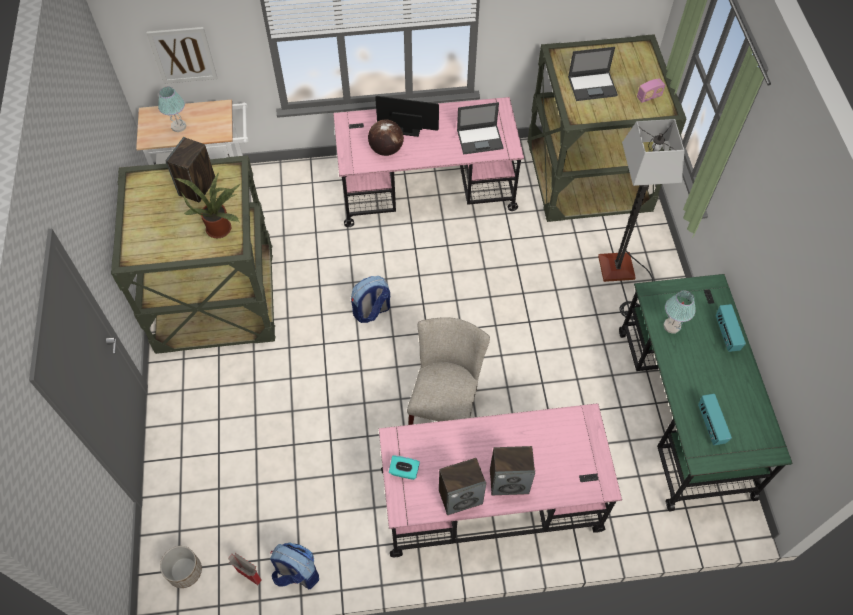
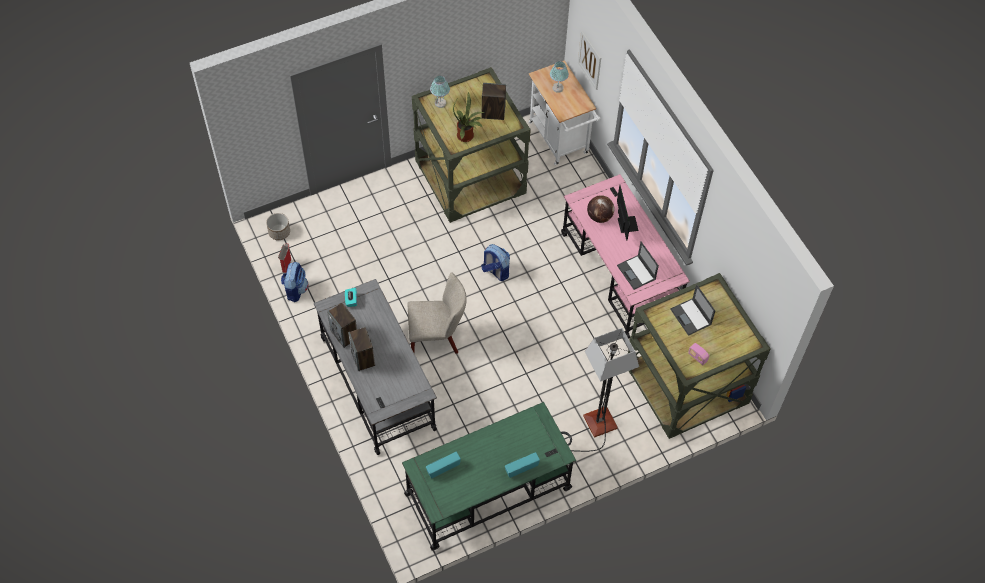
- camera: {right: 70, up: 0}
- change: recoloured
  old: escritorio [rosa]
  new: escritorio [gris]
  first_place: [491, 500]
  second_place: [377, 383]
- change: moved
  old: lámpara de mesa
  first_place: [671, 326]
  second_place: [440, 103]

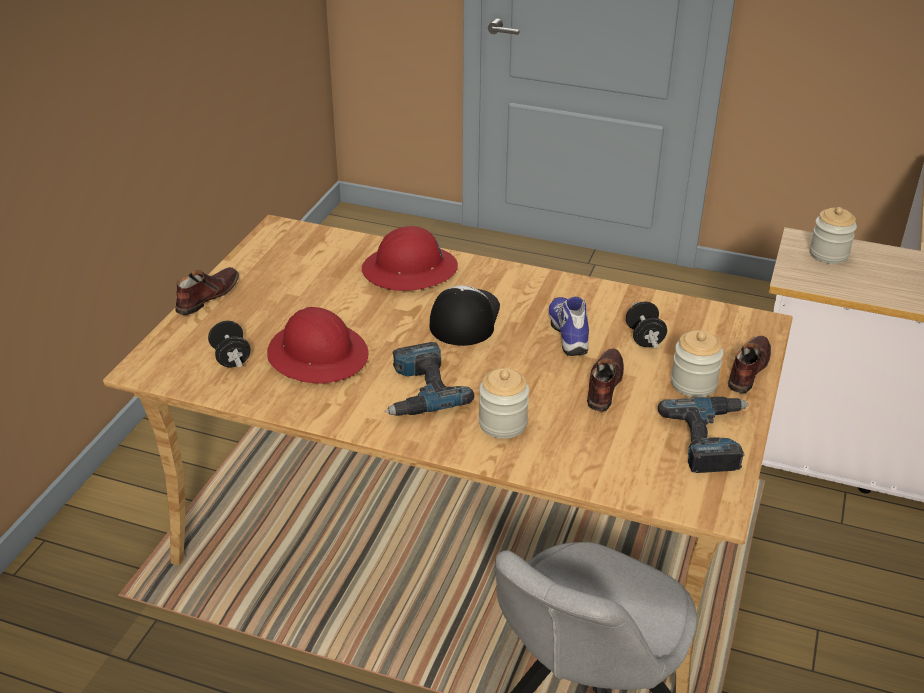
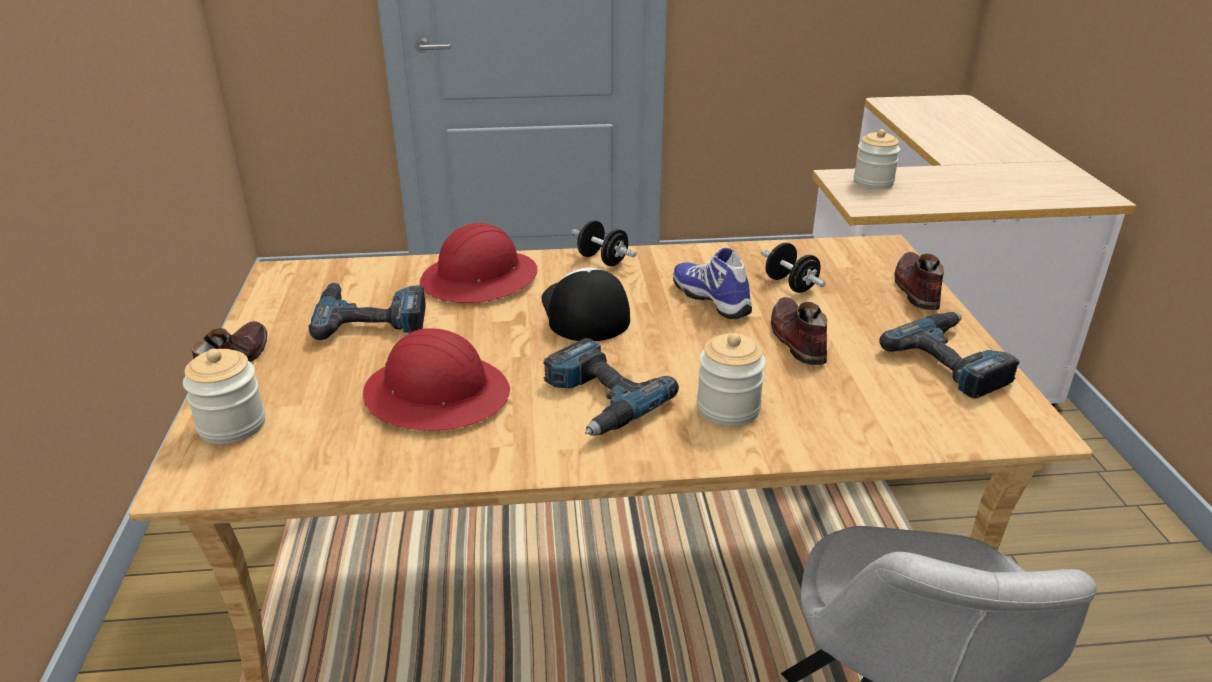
- camera: {right: -25, up: -5}
- change: moved
  old: mancuerna [negro]
  first_place: [231, 358]
  second_place: [602, 260]
- change: moved
  old: tarro
  first_place: [693, 384]
  second_place: [232, 425]
- change: added
  new: taladro
  second_place: [371, 317]

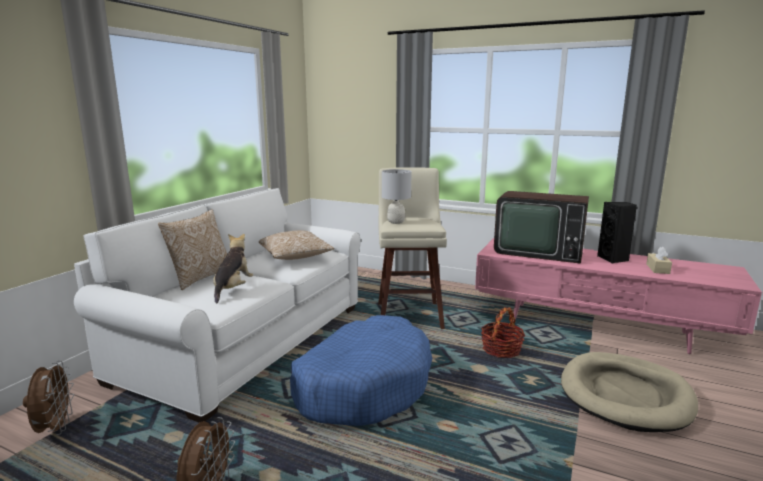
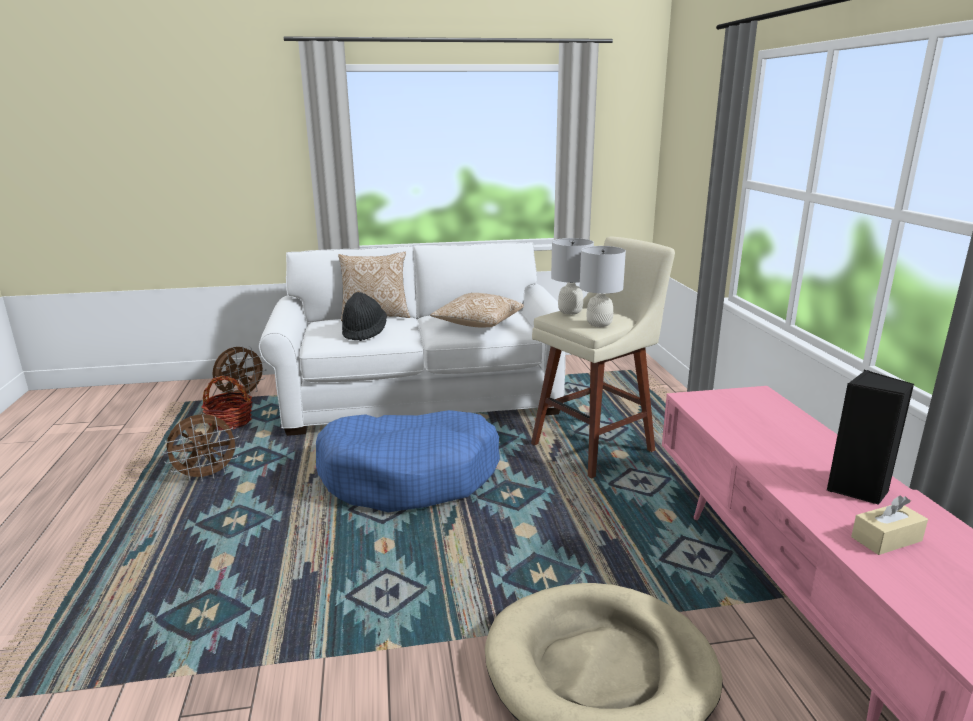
- camera: {right: 55, up: 5}
- change: replaced
  old: peluche
  new: sombrero [negro]
  first_place: [233, 289]
  second_place: [364, 332]
- change: moved
  old: cesta
  first_place: [501, 349]
  second_place: [230, 422]
- change: removed
  old: televisor
  first_place: [537, 251]
- change: added
  new: lámpara de mesa [gris]
  second_place: [599, 325]

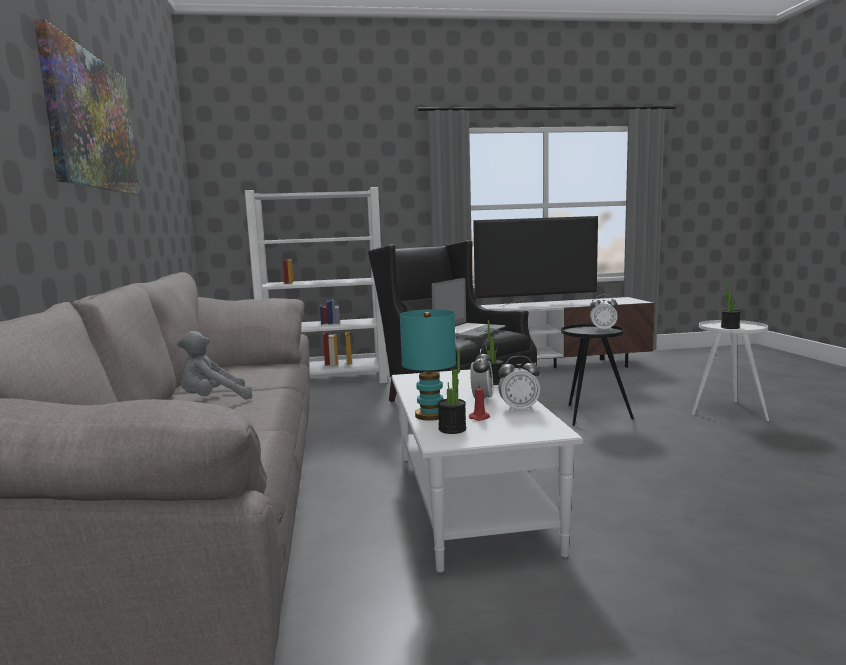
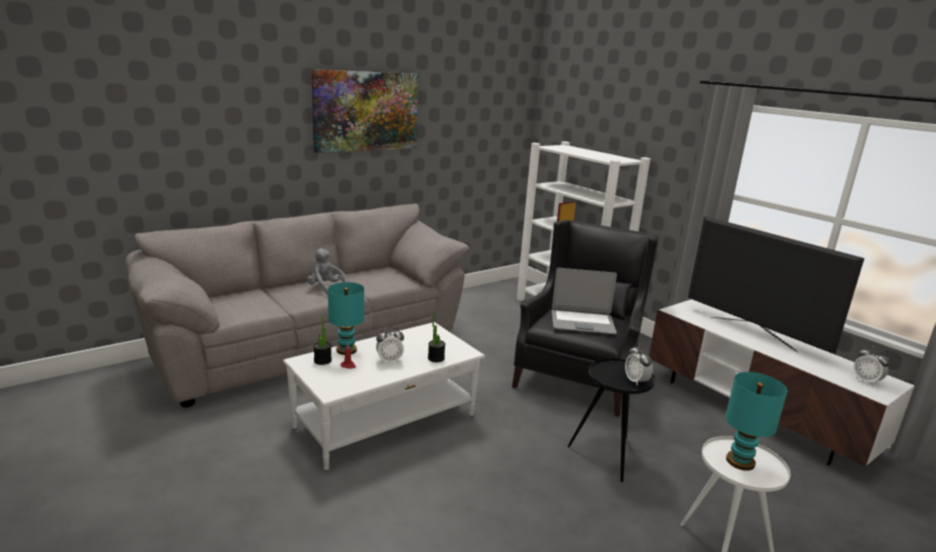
- camera: {right: 60, up: 10}
- change: moved
  old: despertador
  first_place: [519, 409]
  second_place: [866, 381]
- change: replaced
  old: planta en maceta
  new: lámpara de mesa [turquesa]
  first_place: [730, 327]
  second_place: [739, 461]

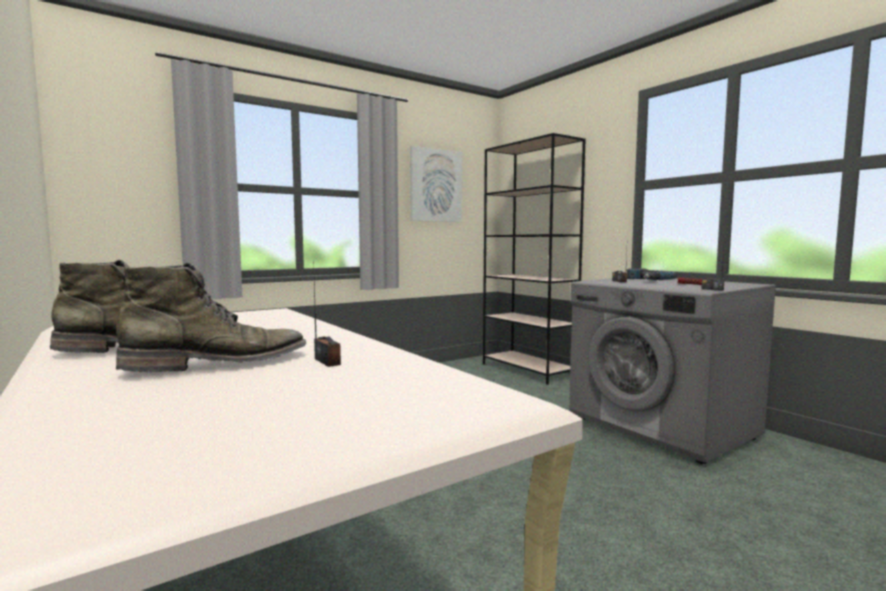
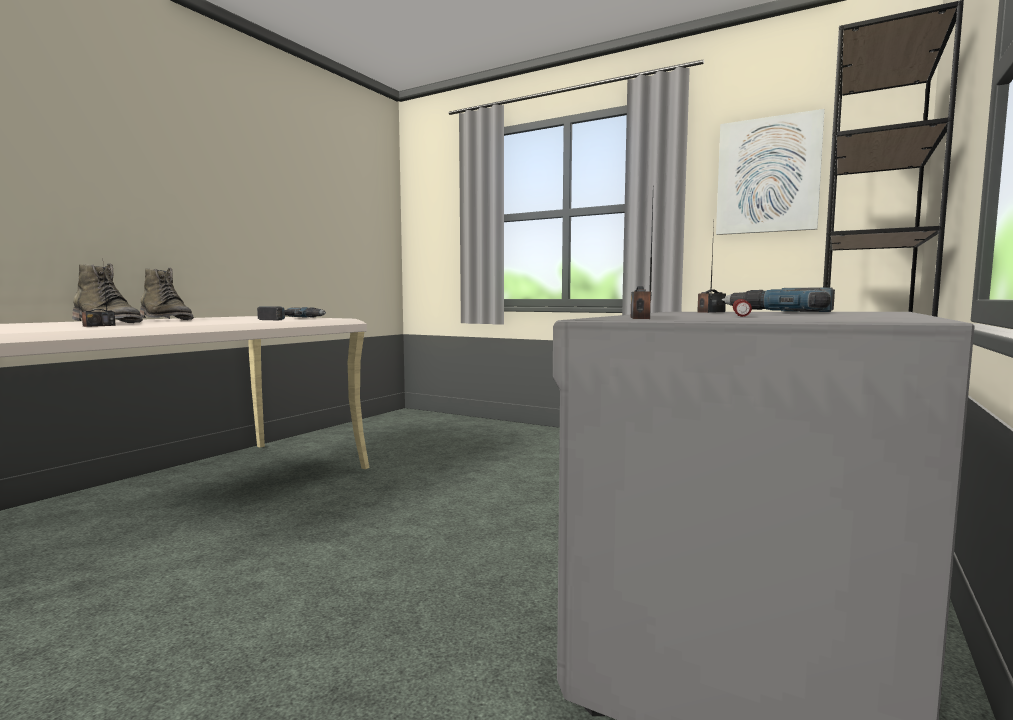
- camera: {right: 65, up: 0}
- change: added
  new: taladro
  second_place: [291, 319]

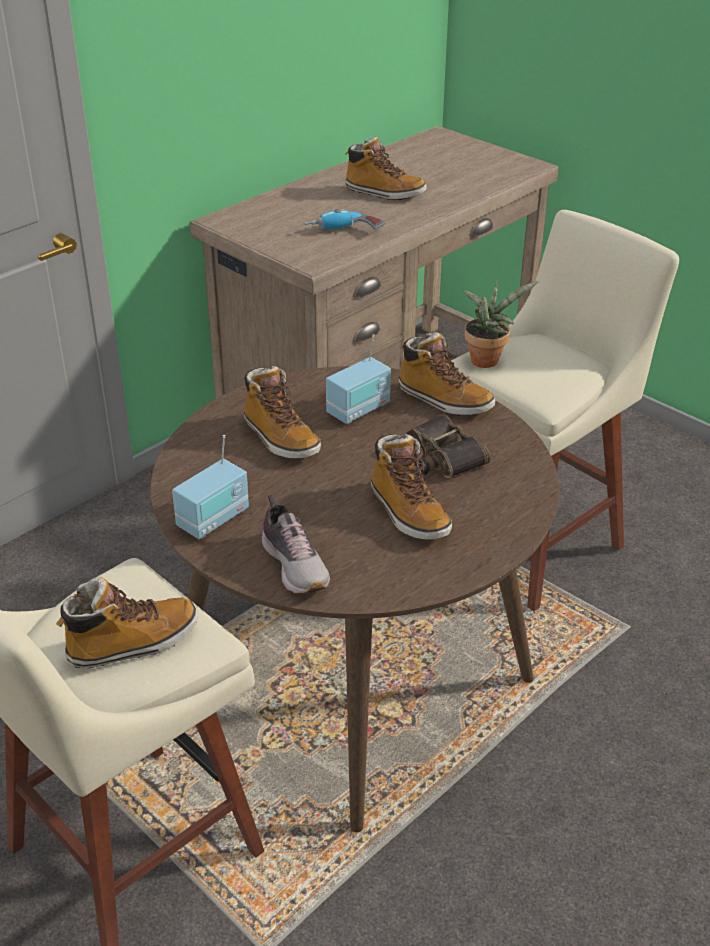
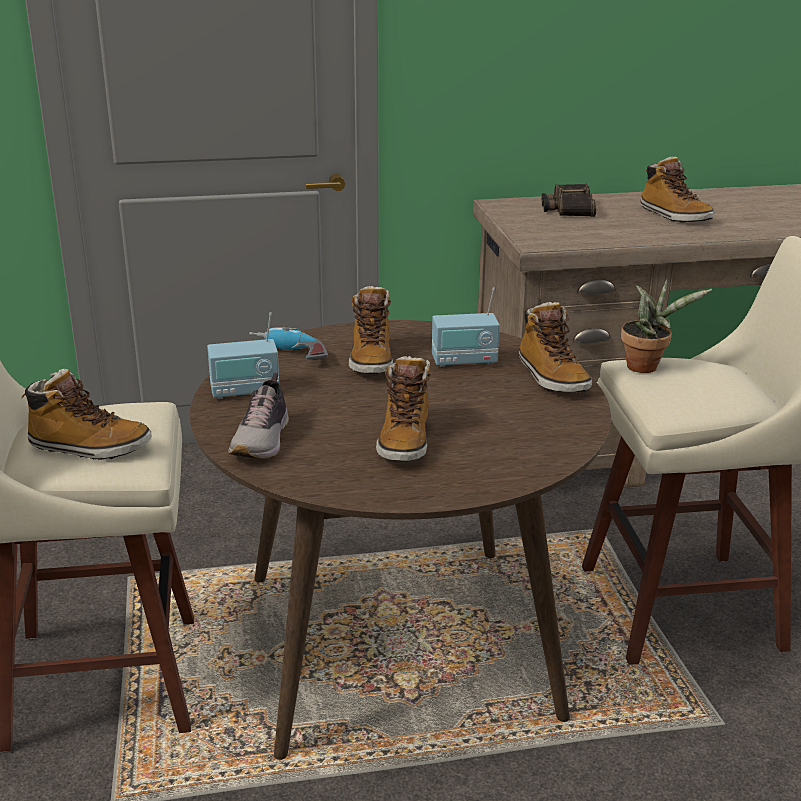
- camera: {right: 35, up: -10}
- change: moved
  old: taladro
  first_place: [344, 232]
  second_place: [289, 355]
- change: moved
  old: prismáticos
  first_place: [439, 457]
  second_place: [568, 209]

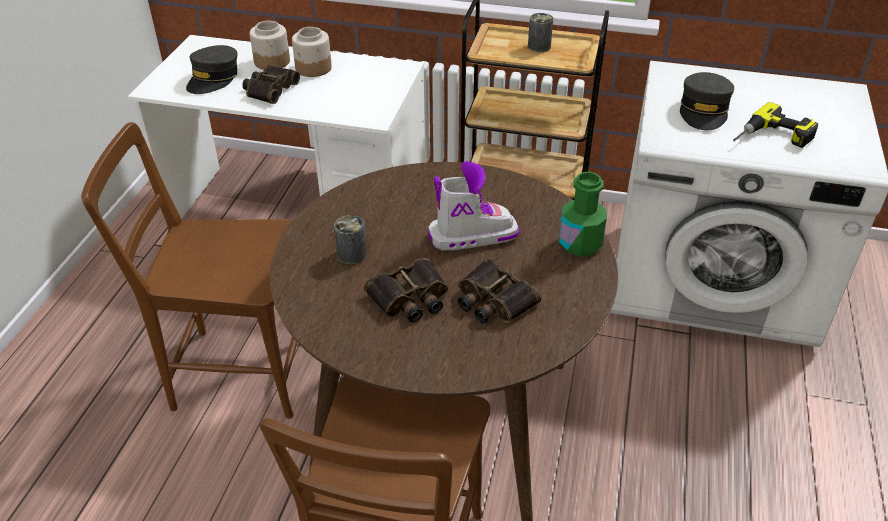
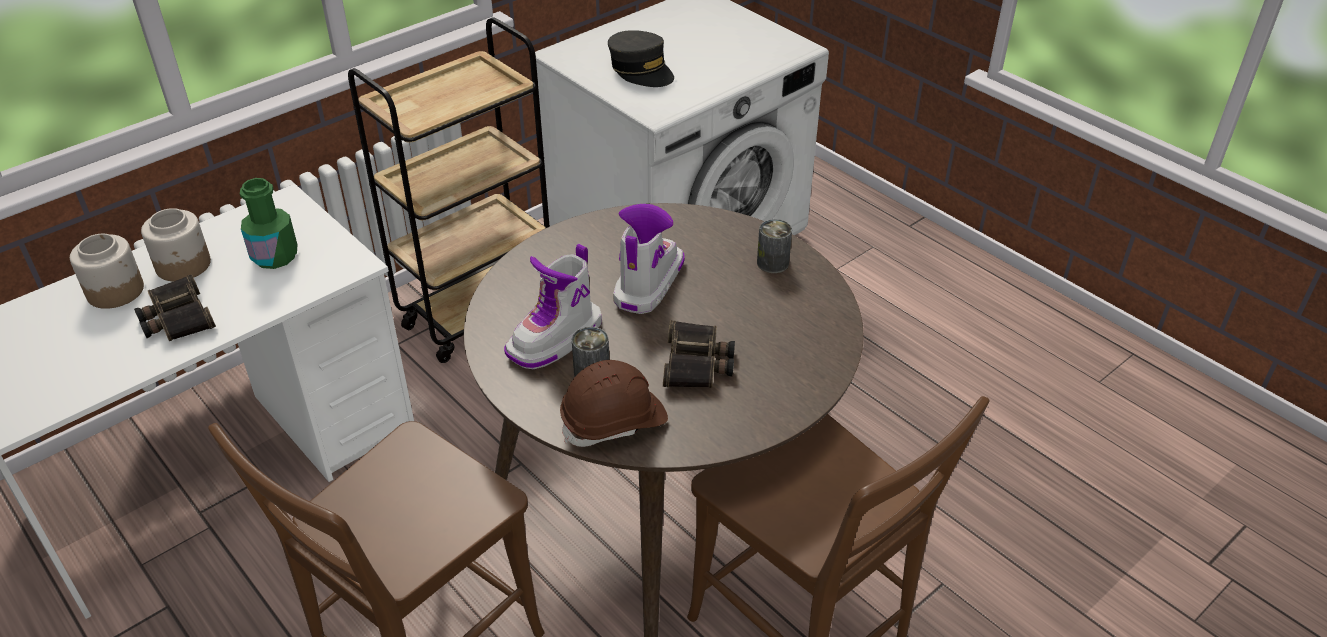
- camera: {right: -55, up: 0}
- change: removed
  old: gorra [gris]
  first_place: [213, 79]
- change: removed
  old: prismáticos
  first_place: [492, 300]
- change: moved
  old: lata
  first_place: [539, 47]
  second_place: [772, 263]
- change: moved
  old: botella [verde]
  first_place: [580, 244]
  second_place: [275, 256]
- change: removed
  old: taladro
  first_place: [772, 138]
- change: added
  new: bota
  second_place: [556, 339]
- change: added
  new: casco [marrón]
  second_place: [614, 422]

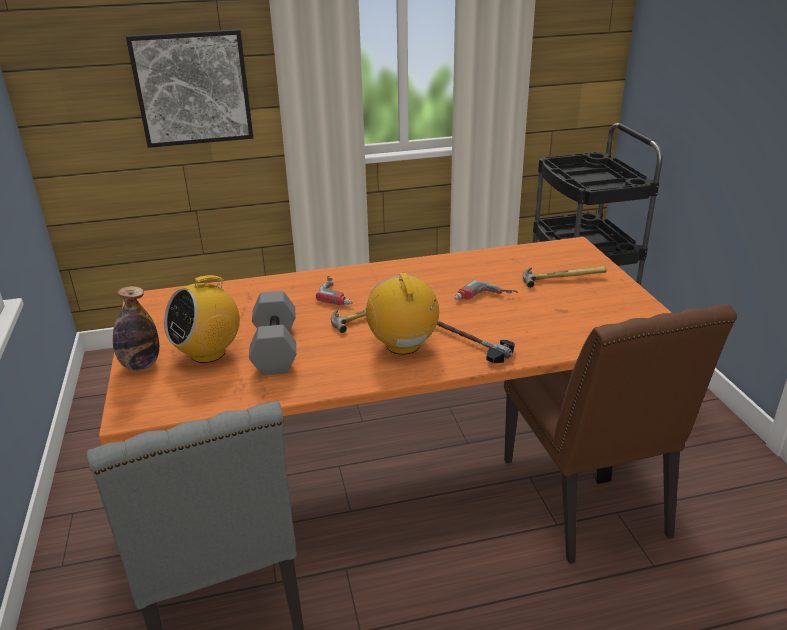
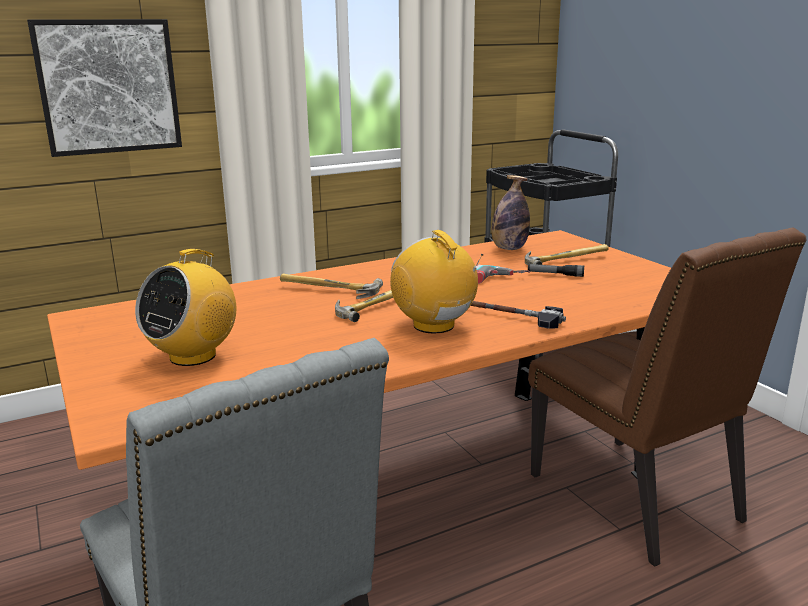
- camera: {right: -15, up: -10}
- change: moved
  old: botella
  first_place: [140, 365]
  second_place: [509, 248]
- change: removed
  old: mancuerna [gris]
  first_place: [274, 348]
- change: replaced
  old: taladro
  new: martillo
  first_place: [339, 293]
  second_place: [328, 291]
- change: added
  new: linterna
  second_place: [555, 274]

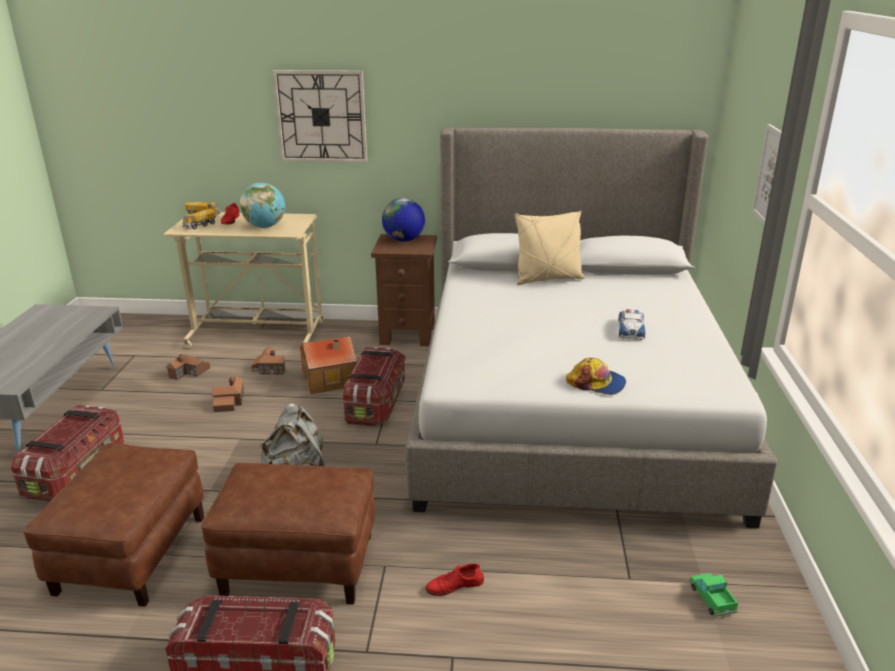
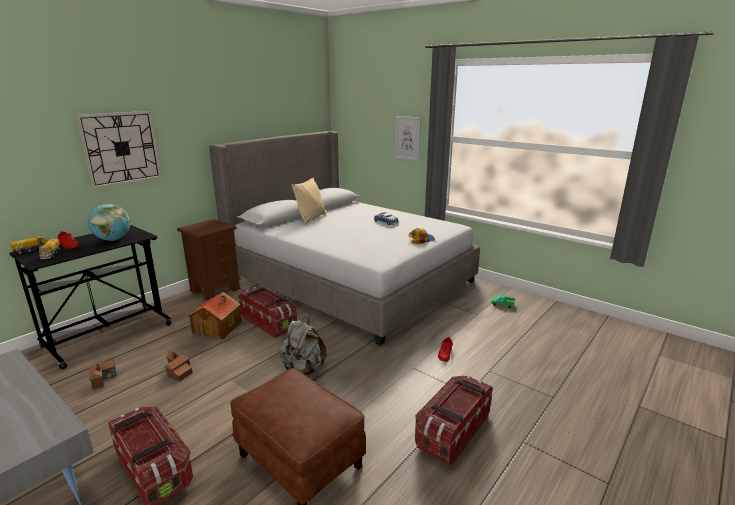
- camera: {right: -55, up: -5}
- change: recoloured
  old: escritorio [beis]
  new: escritorio [negro]
  first_place: [257, 334]
  second_place: [108, 335]
- change: removed
  old: puf [marrón]
  first_place: [300, 564]
- change: removed
  old: casita
  first_place: [269, 368]
- change: removed
  old: globo terráqueo
  first_place: [404, 240]

